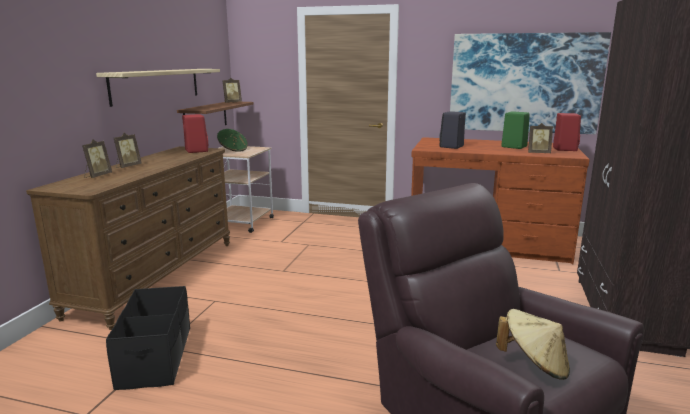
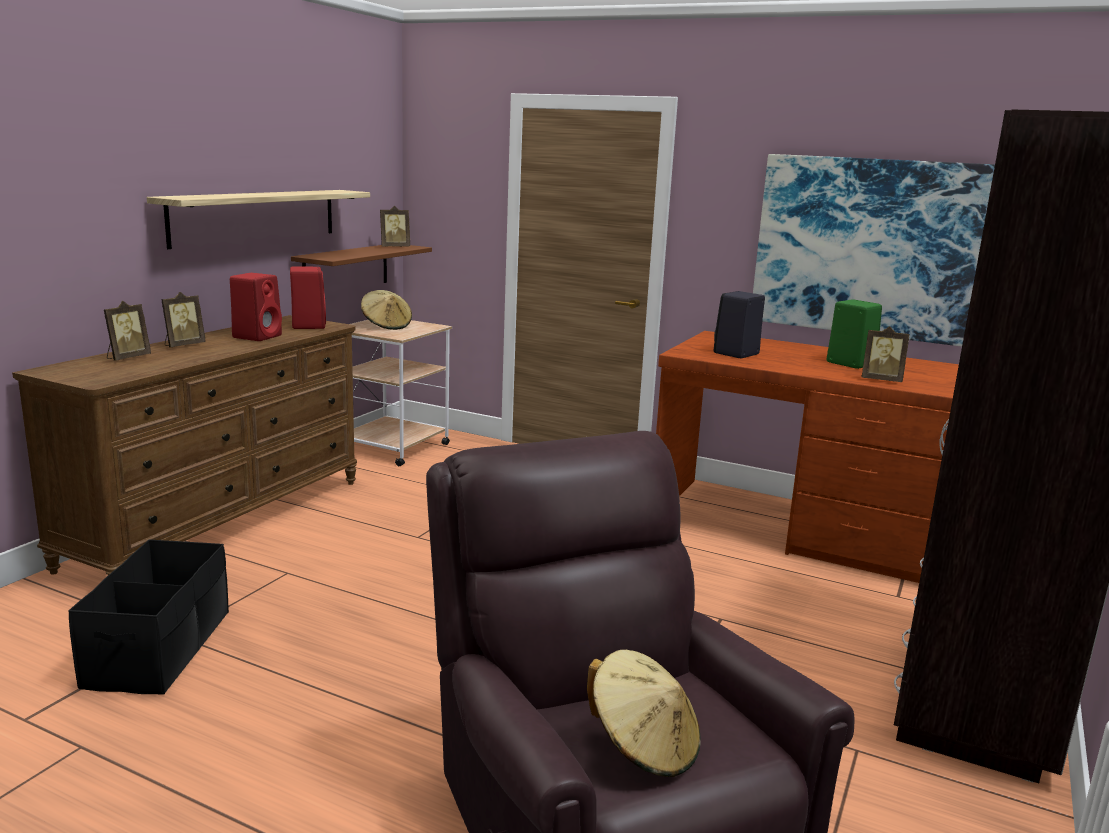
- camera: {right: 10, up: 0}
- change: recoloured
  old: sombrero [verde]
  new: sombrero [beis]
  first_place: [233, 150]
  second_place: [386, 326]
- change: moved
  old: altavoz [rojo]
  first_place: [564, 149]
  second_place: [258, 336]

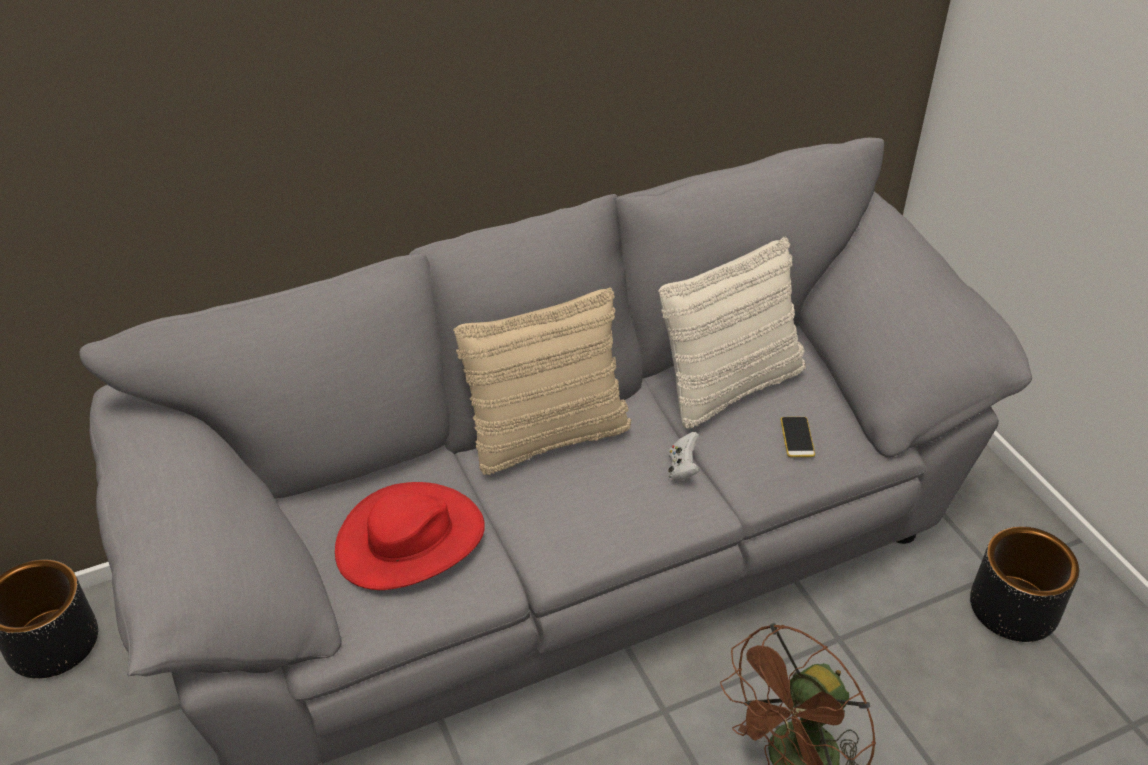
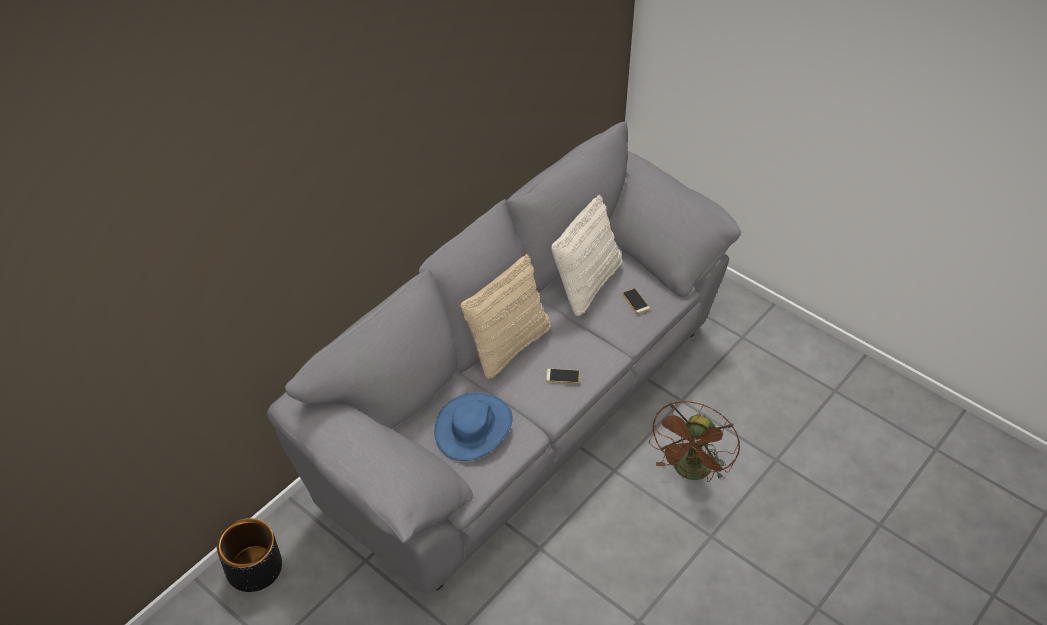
- camera: {right: -25, up: 5}
- change: recoloured
  old: sombrero [rojo]
  new: sombrero [azul]
  first_place: [410, 540]
  second_place: [474, 428]
- change: removed
  old: mando de consola [blanco]
  first_place: [682, 468]
- change: removed
  old: maceta [negro]
  first_place: [1012, 608]
- change: added
  new: móvil
  second_place: [562, 376]

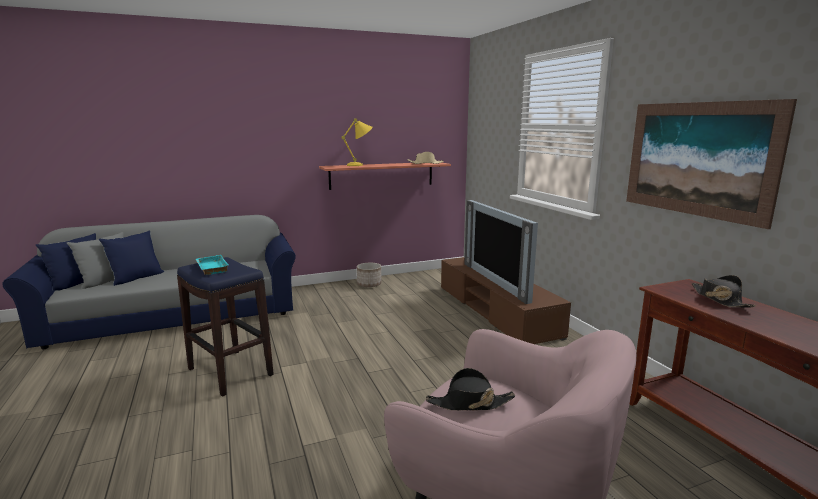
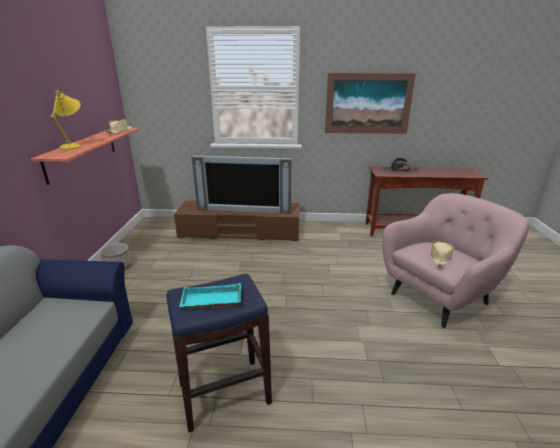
- camera: {right: -65, up: 10}
- change: recoloured
  old: sombrero [negro]
  new: sombrero [beis]
  first_place: [469, 403]
  second_place: [440, 256]

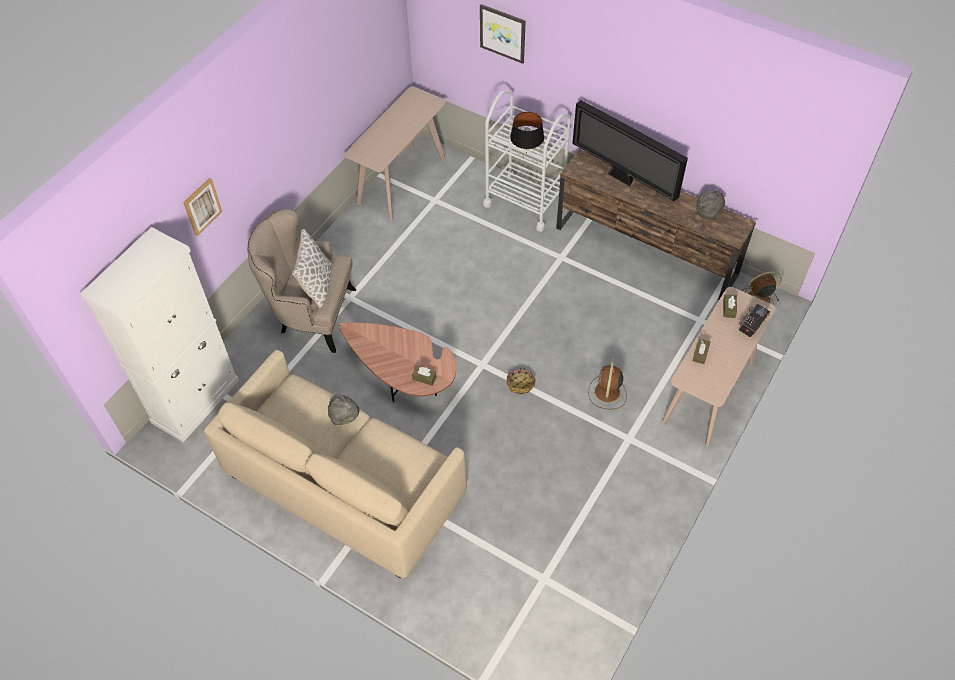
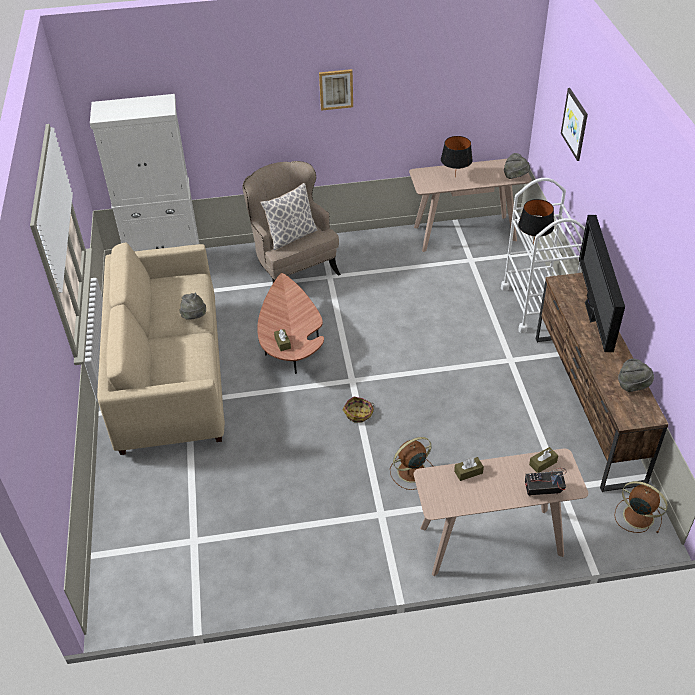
- camera: {right: 50, up: -10}
- change: moved
  old: cuadro
  first_place: [201, 206]
  second_place: [336, 89]
- change: added
  new: lámpara de mesa [negro]
  second_place: [455, 177]
- change: added
  new: sombrero [gris]
  second_place: [515, 177]

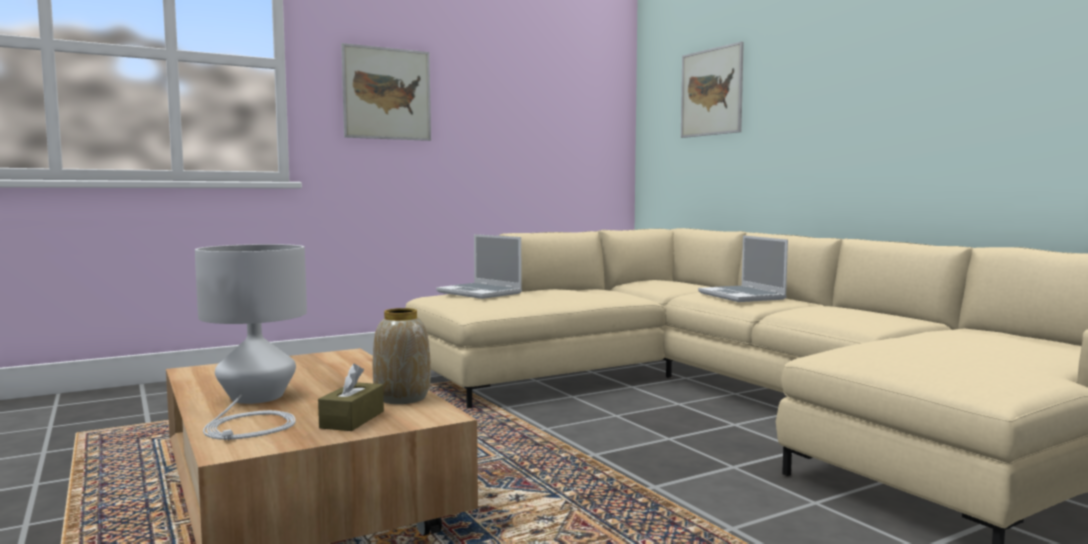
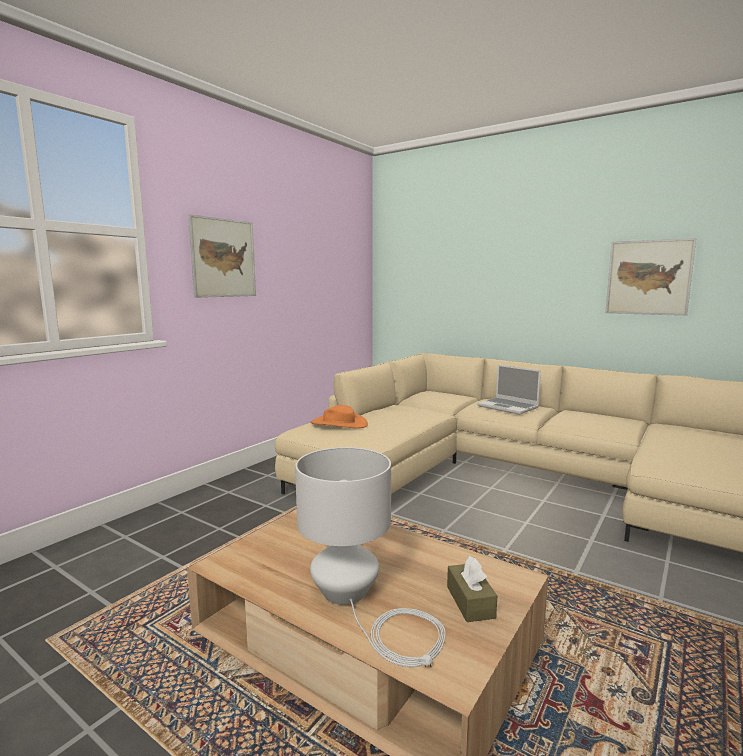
- camera: {right: -25, up: 5}
- change: removed
  old: florero
  first_place: [403, 398]
- change: replaced
  old: portátil
  new: sombrero [naranja]
  first_place: [480, 293]
  second_place: [339, 424]
- change: moved
  old: cuadro
  first_place: [711, 92]
  second_place: [648, 277]

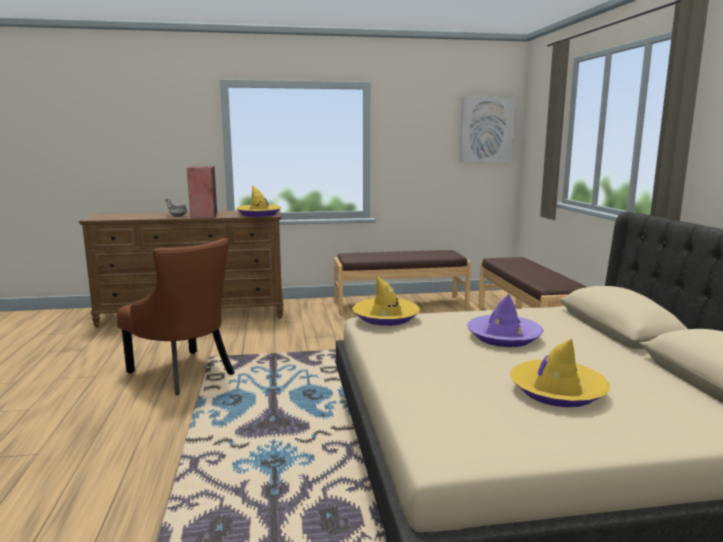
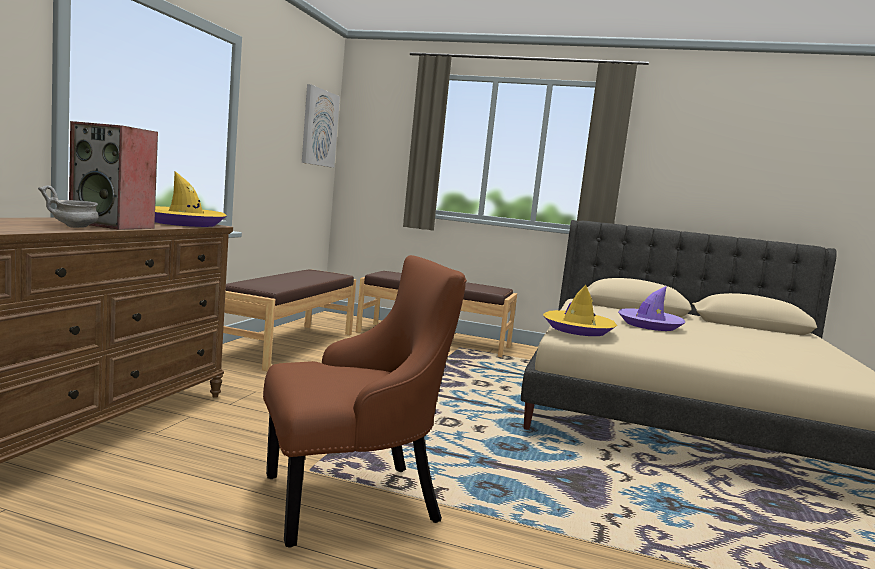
- camera: {right: -65, up: -5}
- change: removed
  old: sombrero [amarillo]
  first_place: [557, 391]

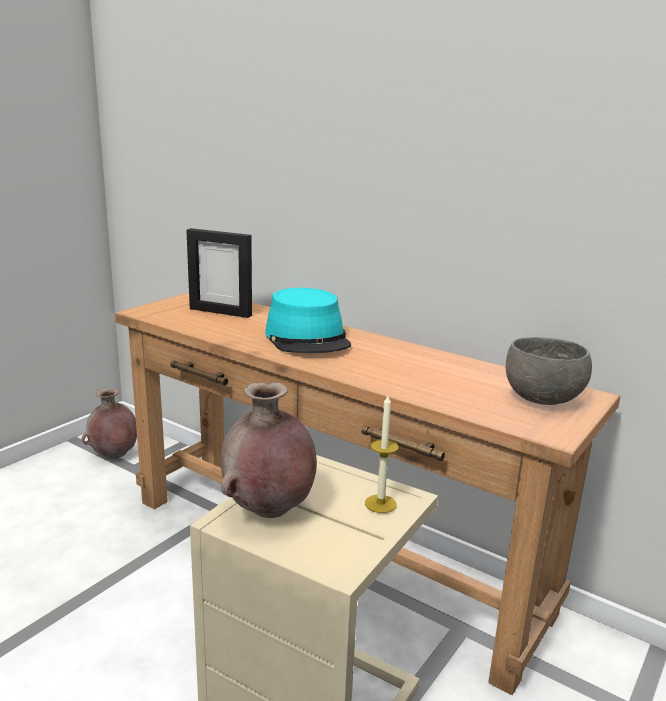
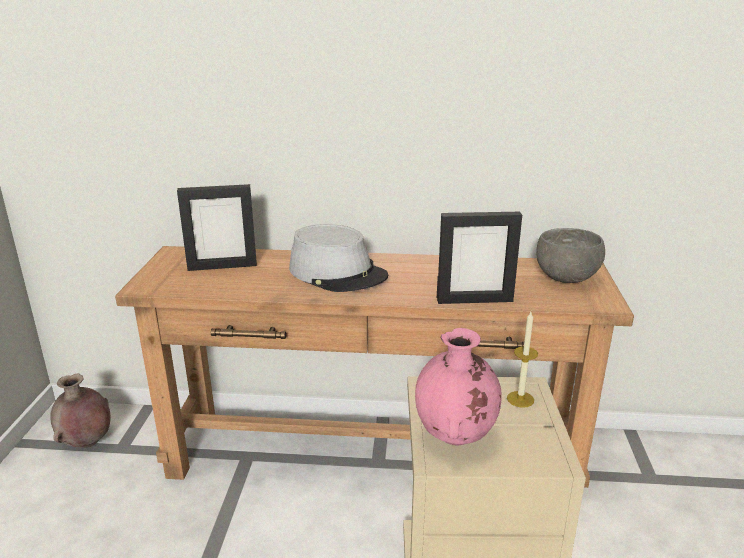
- camera: {right: -30, up: 5}
- change: recoloured
  old: florero [marrón]
  new: florero [rosa]
  first_place: [268, 510]
  second_place: [455, 437]
- change: recoloured
  old: sombrero [turquesa]
  new: sombrero [gris]
  first_place: [308, 338]
  second_place: [338, 273]
- change: added
  new: portarretratos
  second_place: [474, 299]

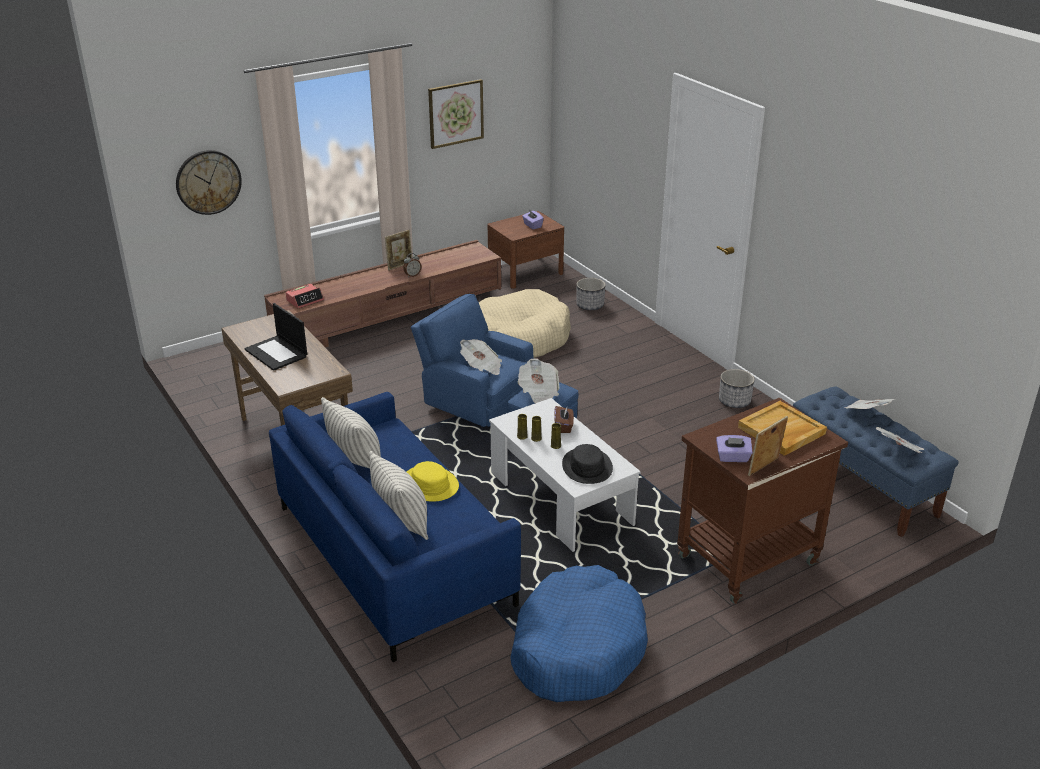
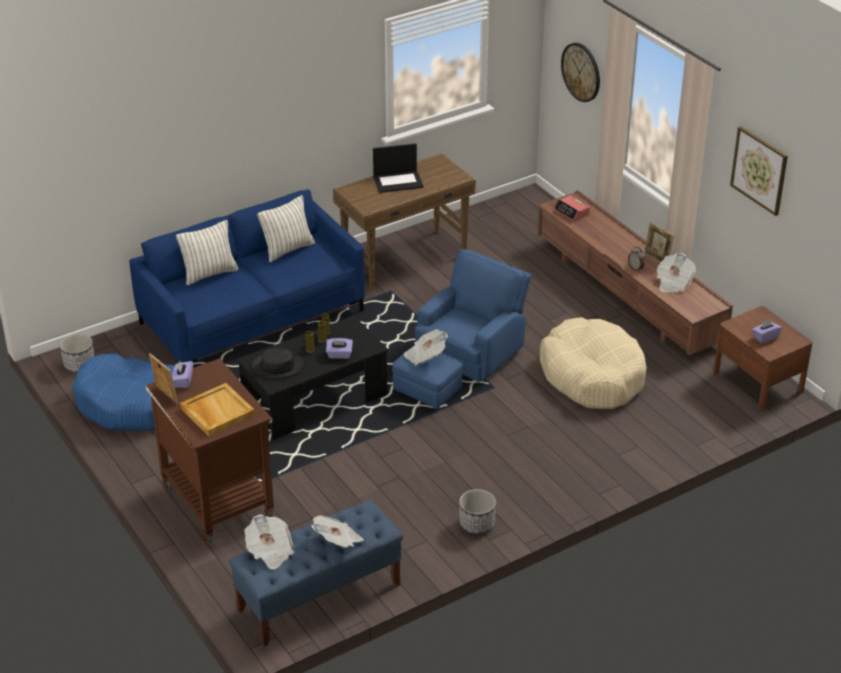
- camera: {right: 90, up: 5}
- change: turned
  old: portátil
  first_place: [277, 353]
  second_place: [398, 181]
  degrees: -150
- change: removed
  old: sombrero [amarillo]
  first_place: [430, 484]
- change: moved
  old: periódico
  first_place: [482, 367]
  second_place: [673, 282]
- change: recoloured
  old: mesa de centro [blanco]
  new: mesa de centro [negro]
  first_place: [560, 498]
  second_place: [315, 400]
- change: recoloured
  old: caja de pañuelos [marrón]
  new: caja de pañuelos [morado]
  first_place: [563, 426]
  second_place: [339, 355]
- change: moved
  old: maceta
  first_place: [590, 305]
  second_place: [79, 365]

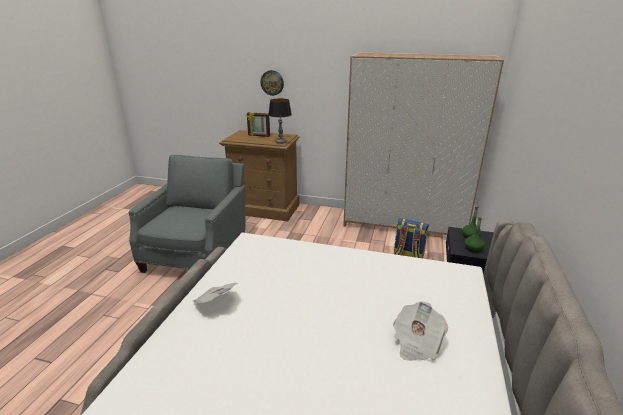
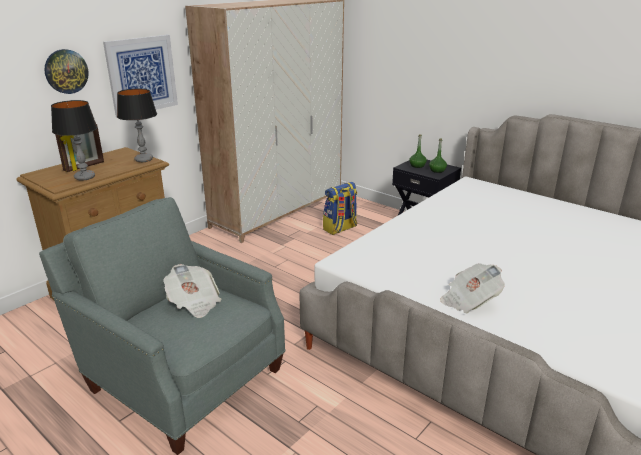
- camera: {right: -65, up: 0}
- change: moved
  old: periódico
  first_place: [416, 343]
  second_place: [194, 303]
- change: added
  new: lámpara de mesa
  second_place: [85, 177]
- change: added
  new: cuadro
  second_place: [142, 75]

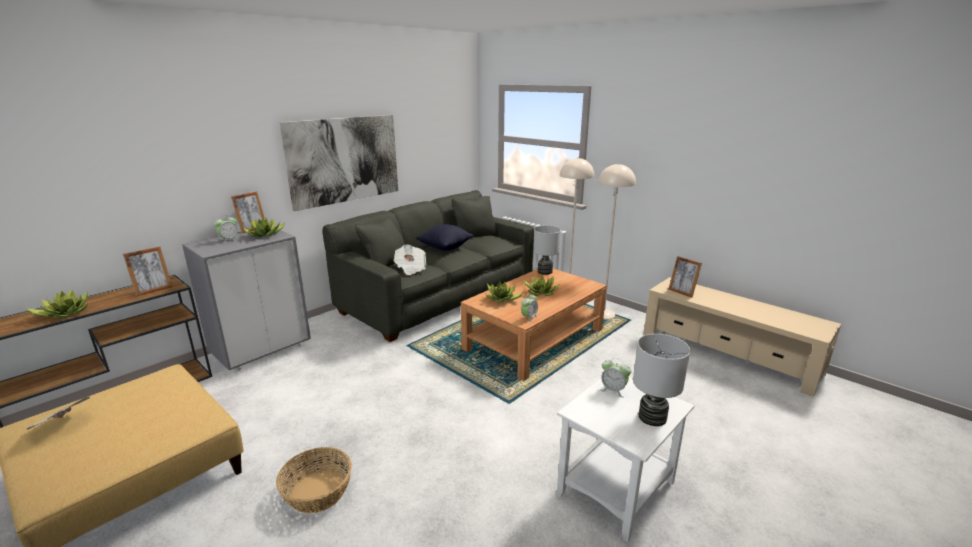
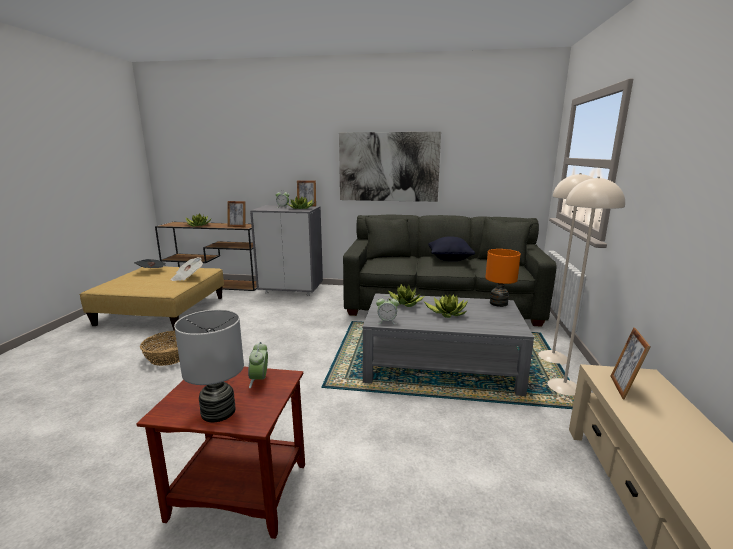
- camera: {right: 55, up: -5}
- change: moved
  old: periódico
  first_place: [410, 268]
  second_place: [187, 277]
- change: recoloured
  old: mesa de centro [marrón]
  new: mesa de centro [gris]
  first_place: [534, 339]
  second_place: [441, 365]
- change: recoloured
  old: lámpara de mesa [gris]
  new: lámpara de mesa [naranja]
  first_place: [545, 272]
  second_place: [498, 303]
- change: recoloured
  old: mesa auxiliar [blanco]
  new: mesa auxiliar [marrón]
  first_place: [617, 490]
  second_place: [238, 492]

